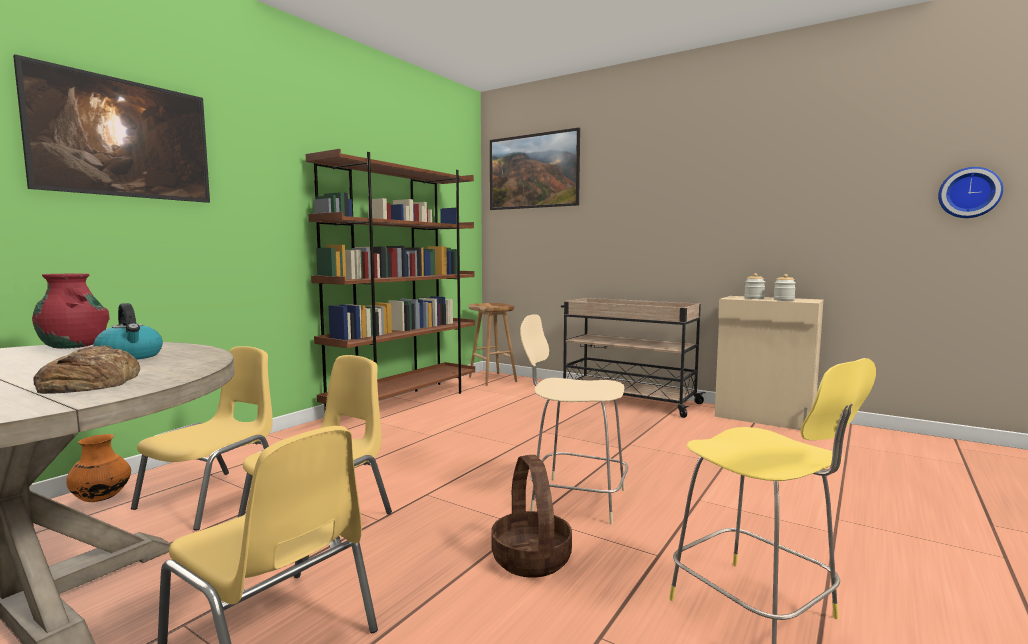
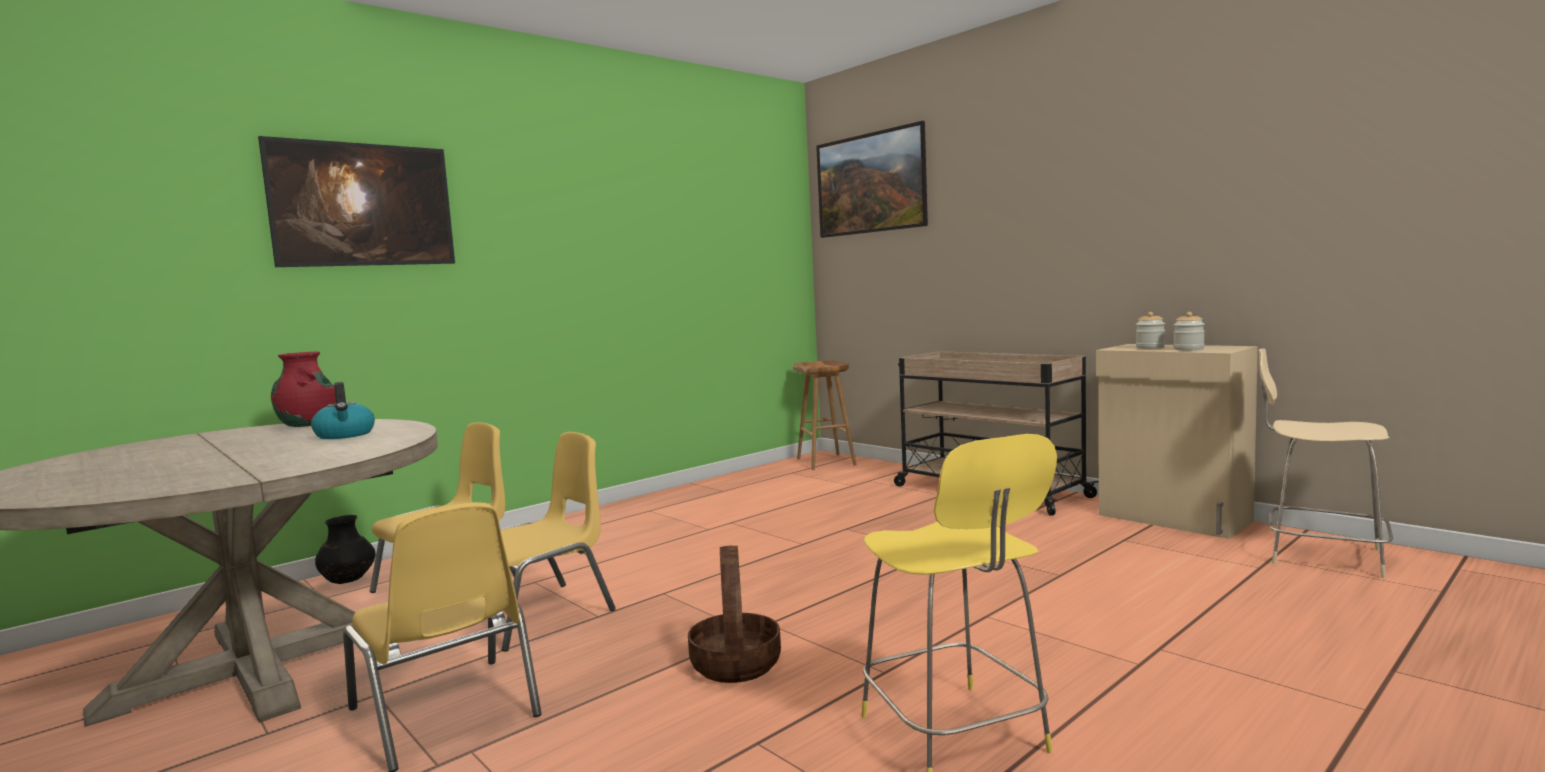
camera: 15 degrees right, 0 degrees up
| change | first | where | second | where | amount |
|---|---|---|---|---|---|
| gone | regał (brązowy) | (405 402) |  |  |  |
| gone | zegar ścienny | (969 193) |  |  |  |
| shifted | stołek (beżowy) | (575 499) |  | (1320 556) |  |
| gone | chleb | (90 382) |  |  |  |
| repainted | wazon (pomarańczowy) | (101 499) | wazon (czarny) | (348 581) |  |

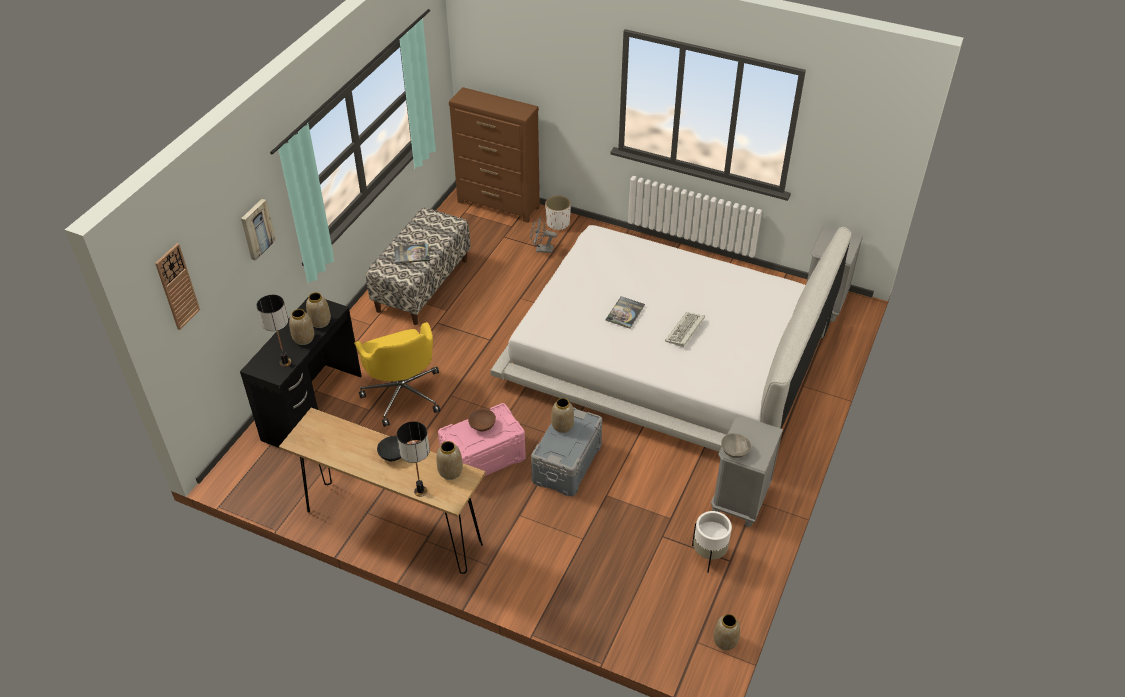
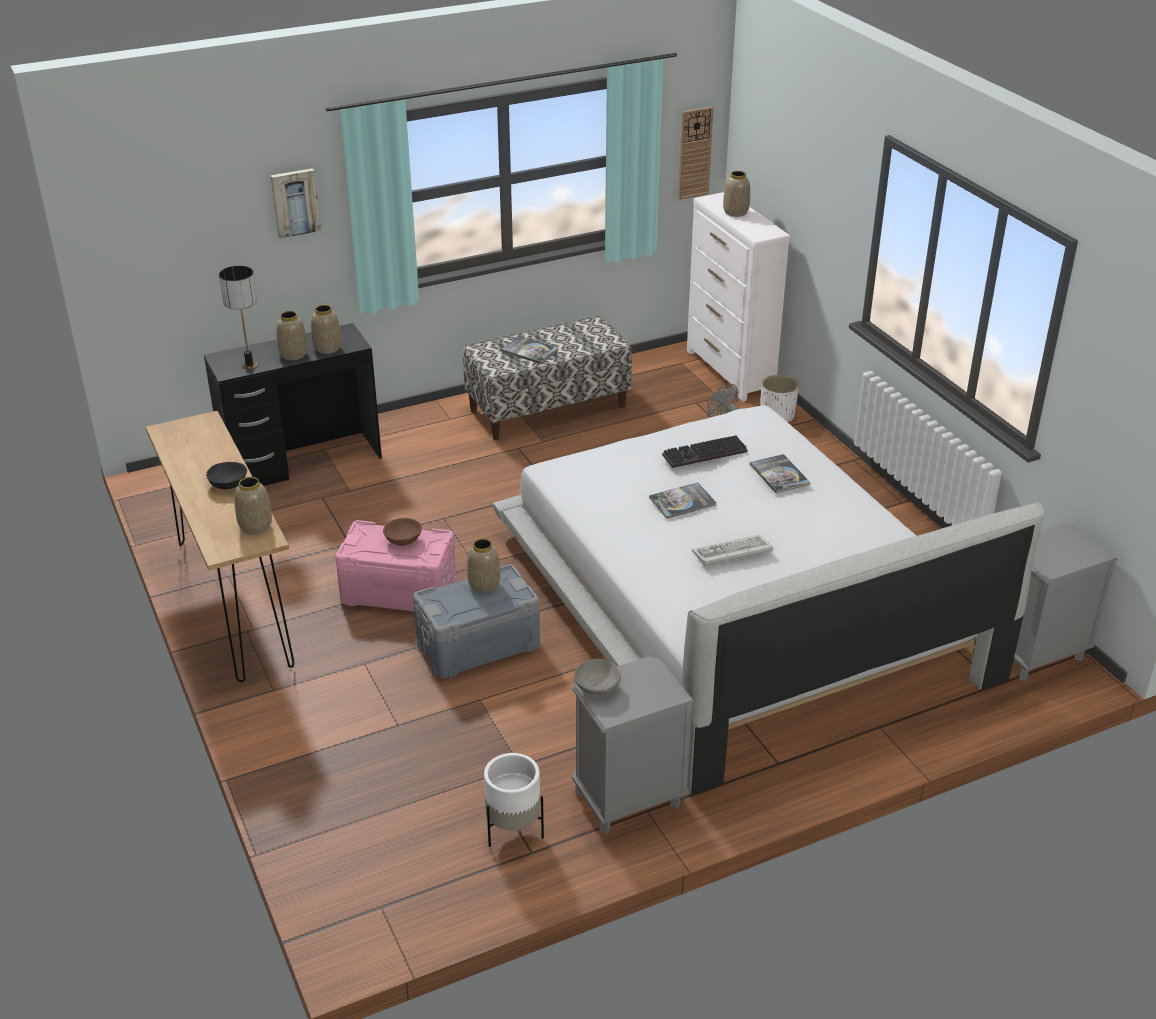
camera: 40 degrees right, 10 degrees down
| change | first | where | second | where | amount |
|---|---|---|---|---|---|
| repainted | komoda (brązowy) | (499 205) | komoda (biały) | (730 372) |  |
| shifted | zegar ścienny | (177 287) |  | (694 153) |  |
| gone | krzesło biurowe (żółty) | (403 393) |  |  |  |
| gone | lampa stołowa | (420 491) |  |  |  |
| shifted | wazon | (725 641) |  | (736 212) |  |
| new |  |  | klawiatura | (704 455) |  |
| new |  |  | książka | (779 474) |  |

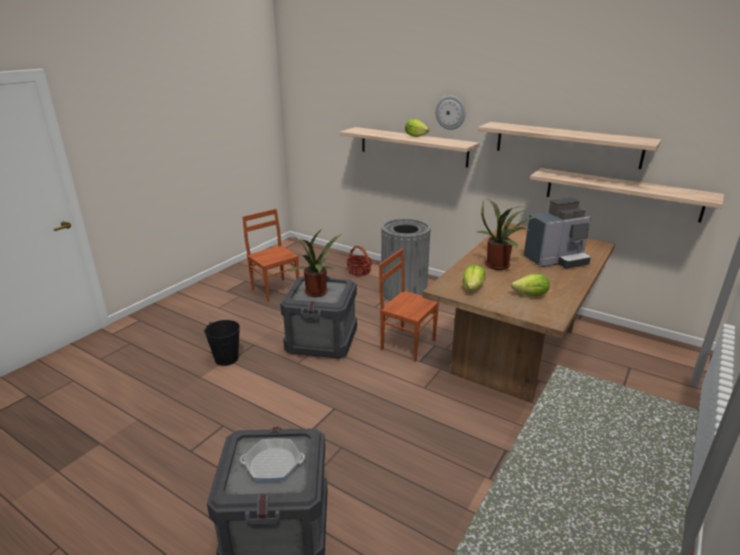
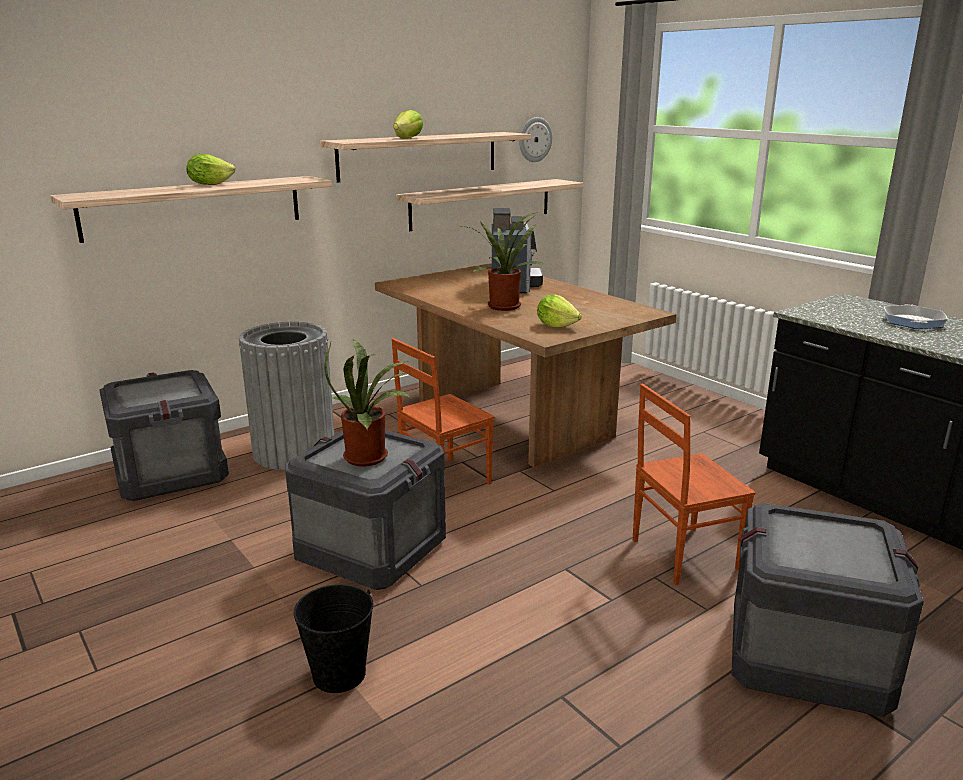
camera: 70 degrees left, 5 degrees down
| change | first | where | second | where | amount |
|---|---|---|---|---|---|
| shifted | zegar ścienny | (450 112) |  | (534 139) |  |
| shifted | krzesło (brązowy) | (276 289) |  | (682 554) |  |
| swapped | koszyk | (359 271) | skrzynka | (172 473) |  |
| shifted | sałata | (531 295) |  | (408 138) |  |
| shifted | patelnia | (273 464) |  | (913 321) |  |

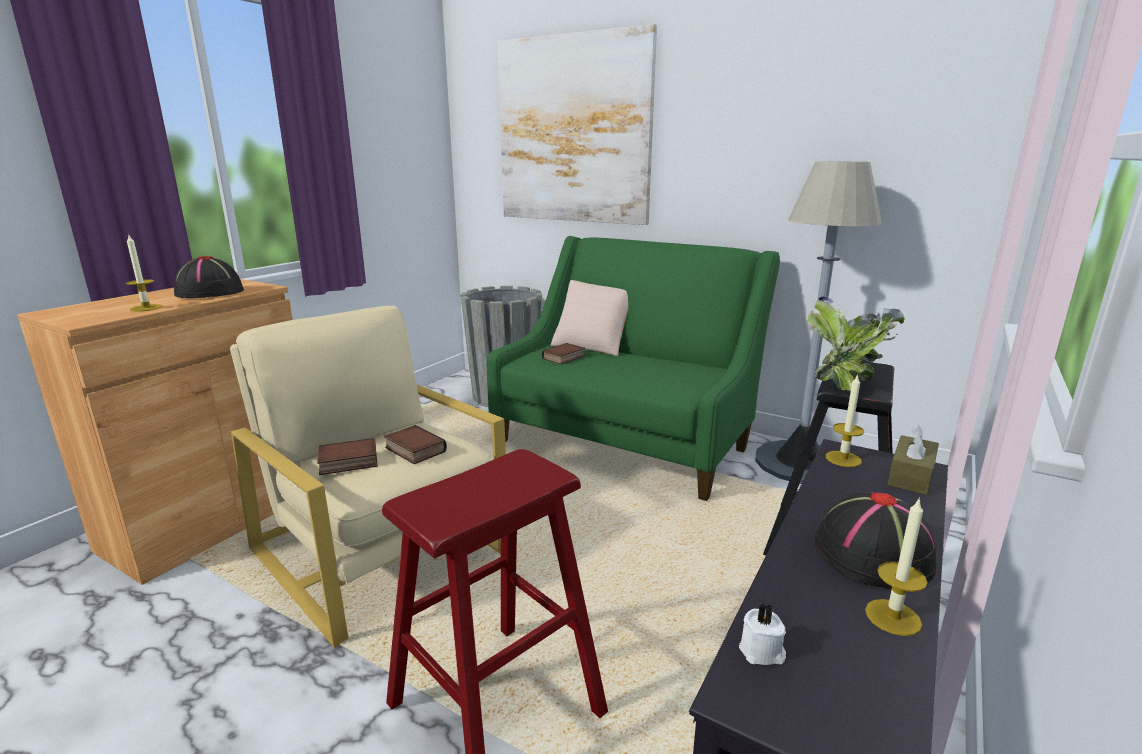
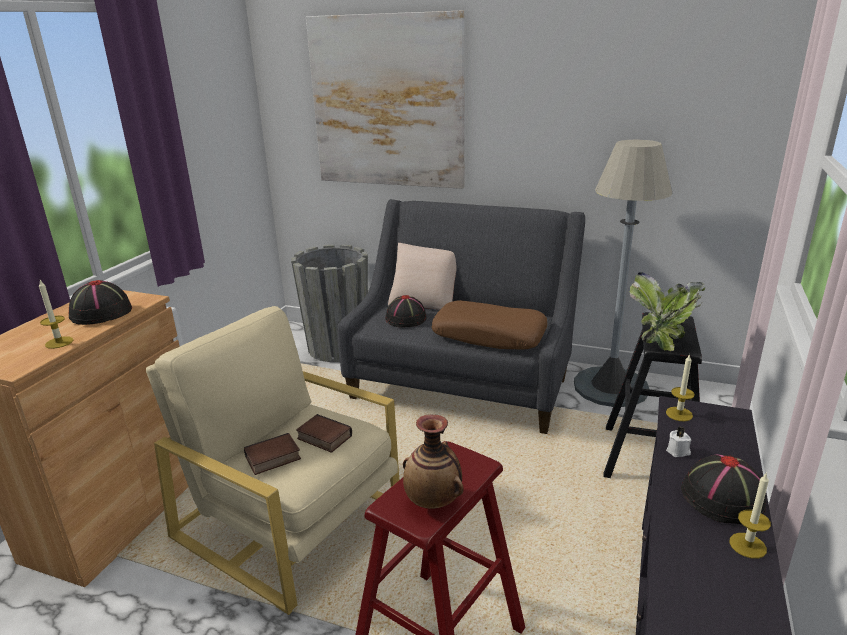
camera: 10 degrees left, 5 degrees up
| change | first | where | second | where | amount |
|---|---|---|---|---|---|
| repainted | kanapa (zielony) | (626 441) | kanapa (szary) | (462 383) |  |
| swapped | książka | (564 358) | kapelusz (czarny) | (406 319) |  |
| gone | pudełko chusteczek (brązowy) | (911 476) |  |  |  |
| shifted | świeca (biały) | (762 652) |  | (678 451) |  |
| new |  |  | poduszka (brązowy) | (489 335) |  |
| new |  |  | wazon | (433 501) |  |

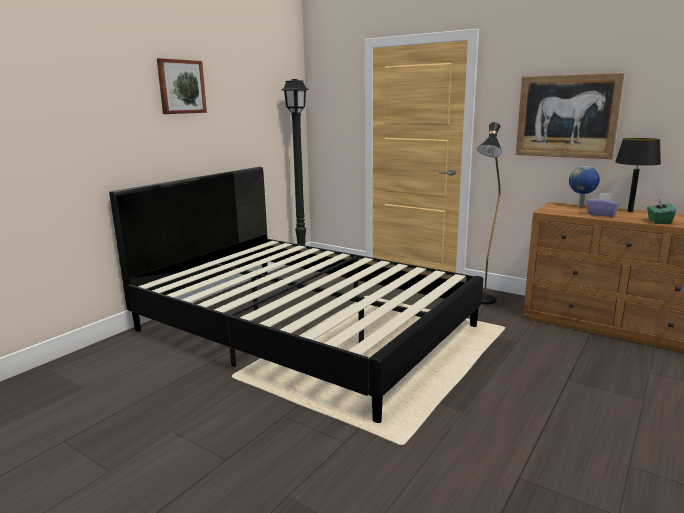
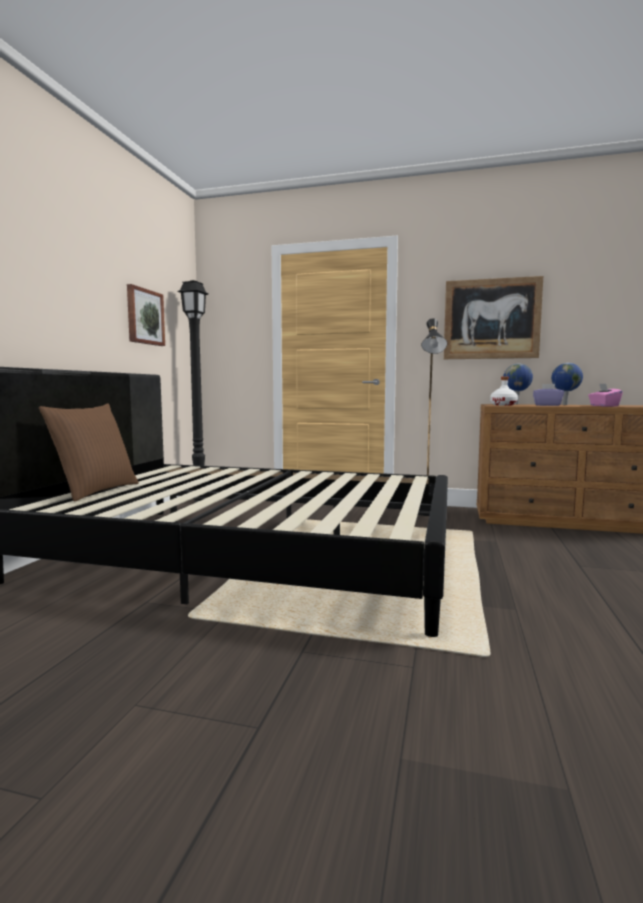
camera: 20 degrees left, 10 degrees down
| change | first | where | second | where | amount |
|---|---|---|---|---|---|
| shifted | obraz | (181 87) |  | (144 317) |  |
| swapped | lampa stołowa (czarny) | (629 211) | globus | (564 404) |  |
| repainted | pudełko chusteczek (zielony) | (658 221) | pudełko chusteczek (różowy) | (603 406) |  |
| new |  |  | butelka (biały) | (503 405) |  |
| new |  |  | poduszka (brązowy) | (95 491) |  |

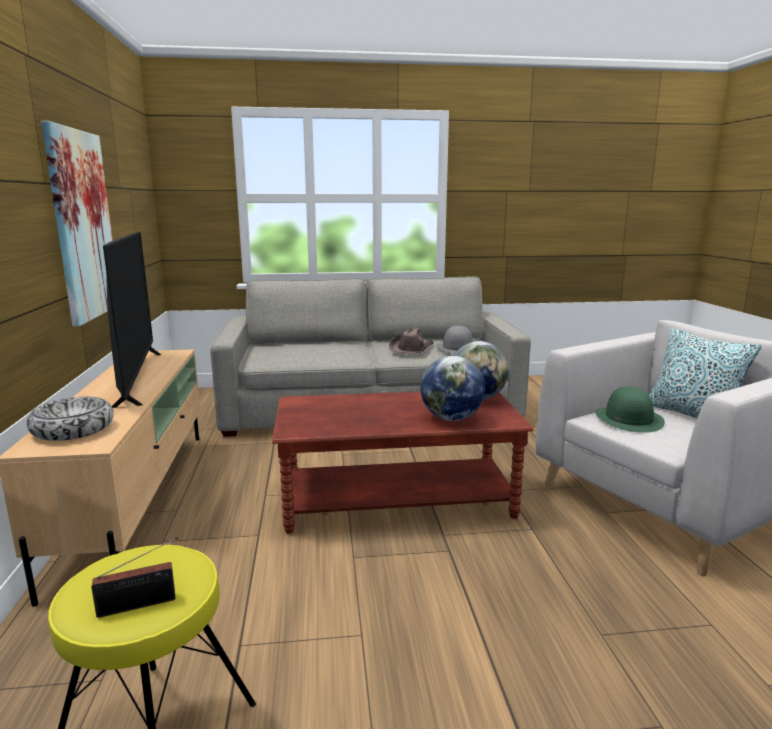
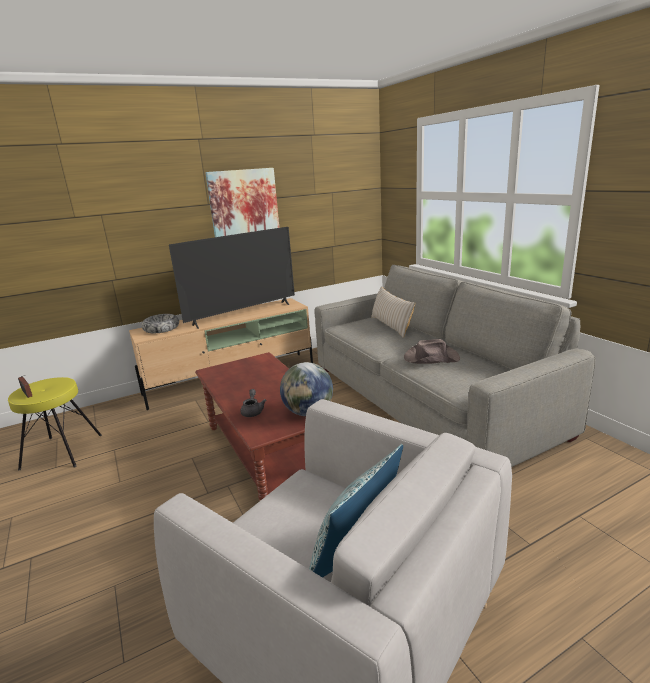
camera: 70 degrees right, 5 degrees up
| change | first | where | second | where | amount |
|---|---|---|---|---|---|
| gone | kapelusz (szary) | (458 348) |  |  |  |
| swapped | globus | (451 418) | imbryk (szary) | (253 411) |  |
| gone | kapelusz (zielony) | (628 419) |  |  |  |
| new |  |  | poduszka (beżowy) | (391 326) |  |

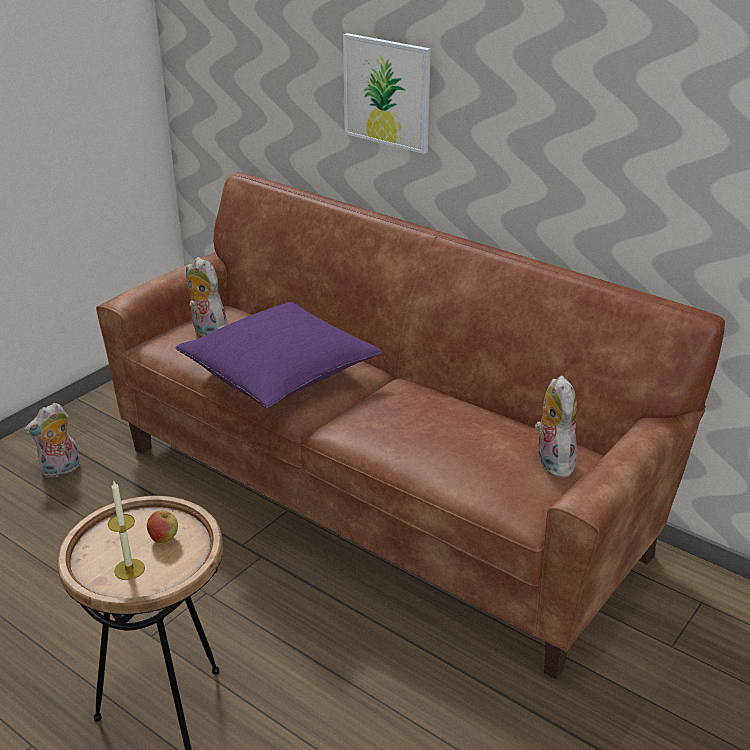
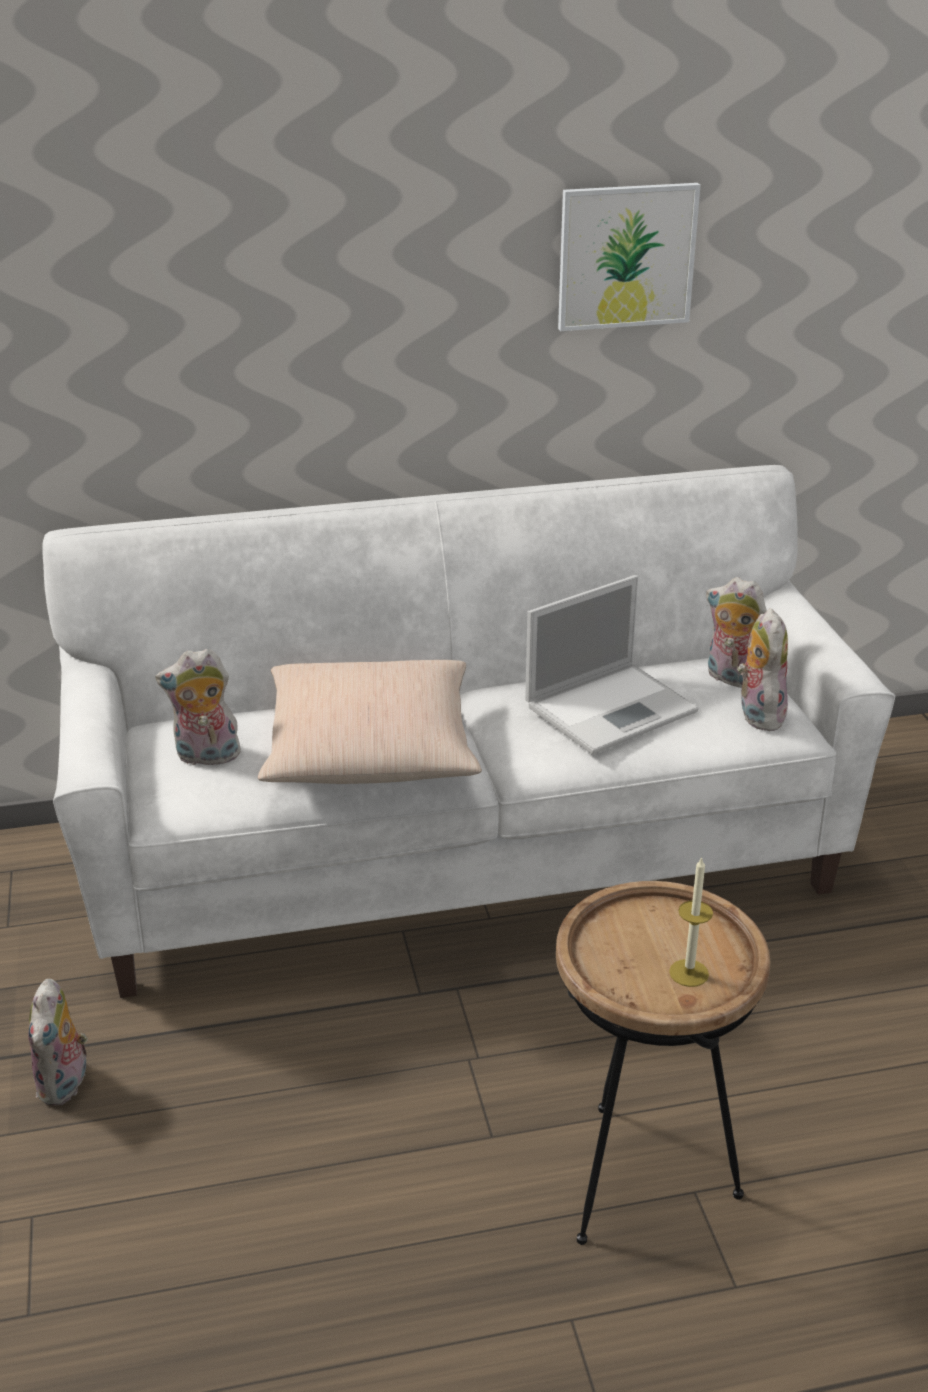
camera: 50 degrees left, 0 degrees up
| change | first | where | second | where | amount |
|---|---|---|---|---|---|
| shifted | obraz | (387 92) |  | (626 256) |  |
| repainted | kanapa (brązowy) | (376 498) | kanapa (biały) | (462 861) |  |
| repainted | poduszka (fioletowy) | (280 372) | poduszka (beżowy) | (370 748) |  |
| gone | jabłko | (164 539) |  |  |  |
| new |  |  | laptop | (613 707) |  |
| new |  |  | pluszak | (757 714) |  |

